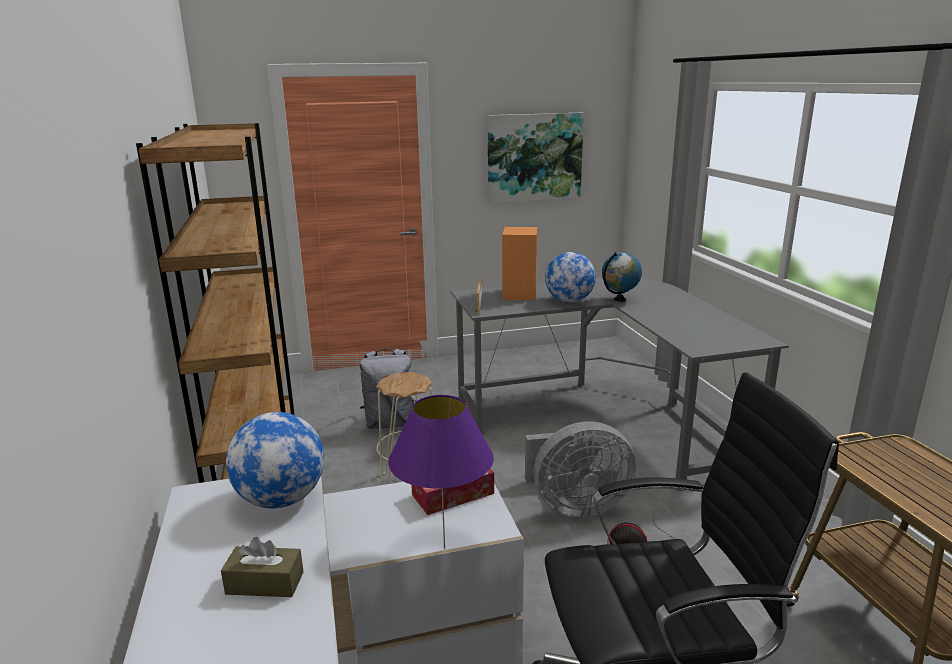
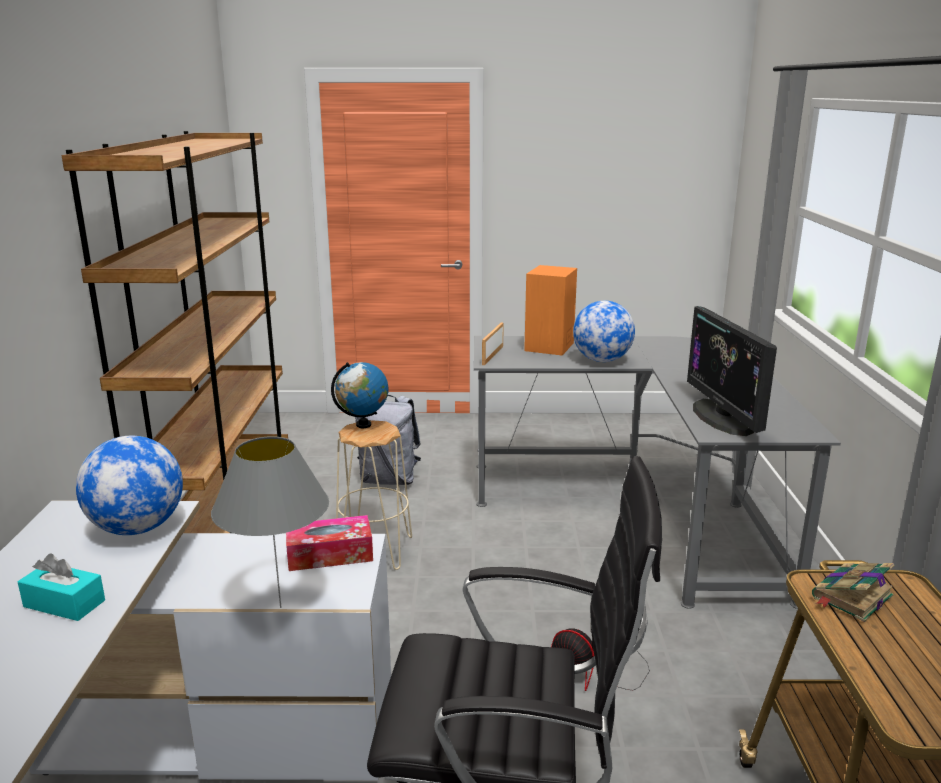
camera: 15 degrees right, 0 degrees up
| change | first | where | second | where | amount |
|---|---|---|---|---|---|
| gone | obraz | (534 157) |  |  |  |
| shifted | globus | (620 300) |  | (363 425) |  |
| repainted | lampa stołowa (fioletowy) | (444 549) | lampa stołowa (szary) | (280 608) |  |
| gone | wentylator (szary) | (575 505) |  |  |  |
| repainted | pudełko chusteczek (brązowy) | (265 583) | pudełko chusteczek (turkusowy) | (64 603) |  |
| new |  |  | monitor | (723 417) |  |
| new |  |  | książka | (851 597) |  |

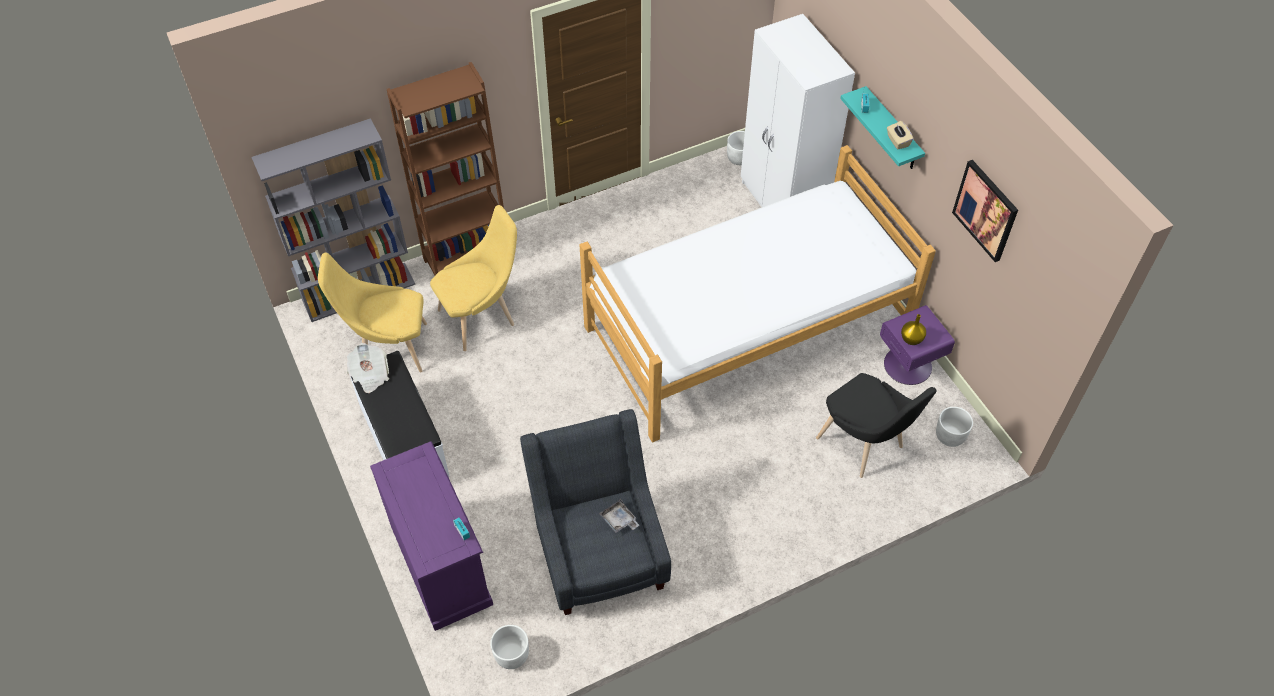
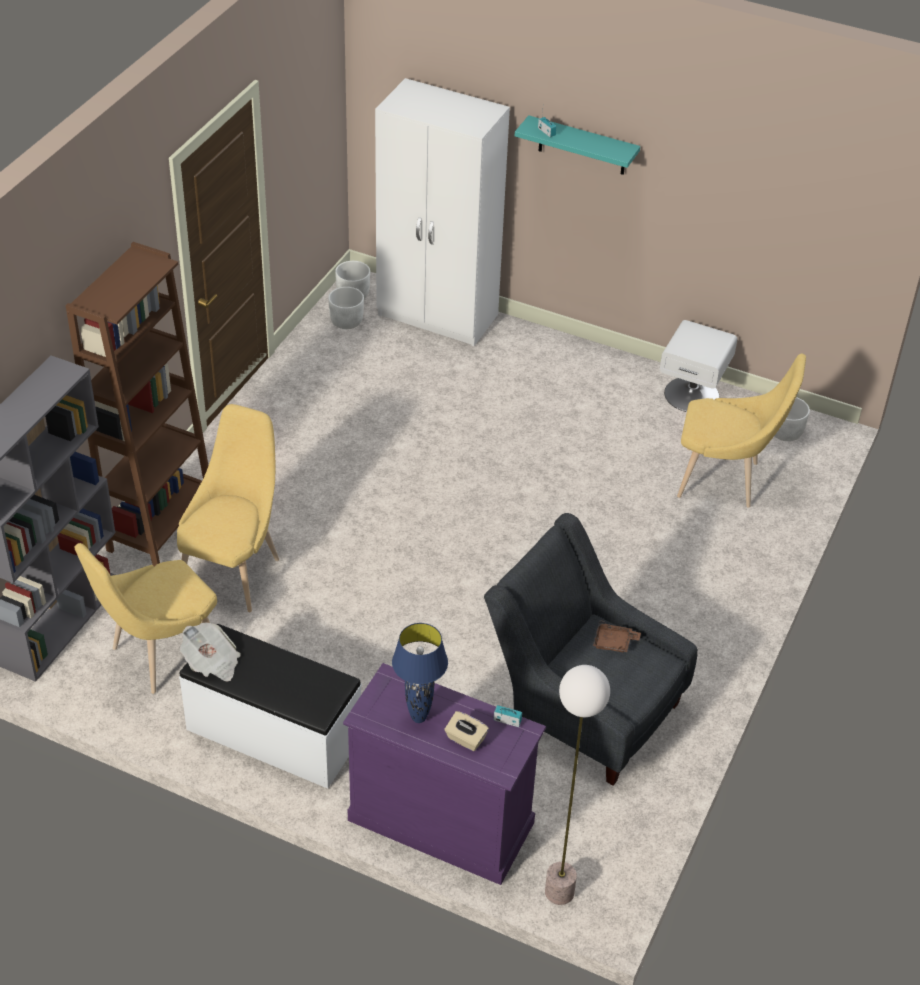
camera: 40 degrees left, 10 degrees down
| change | first | where | second | where | amount |
|---|---|---|---|---|---|
| shifted | pudełko chusteczek (beżowy) | (897 141) |  | (465 739) |  |
| gone | łóżko | (748 330) |  |  |  |
| gone | obraz | (986 210) |  |  |  |
| repainted | szafka nocna (fioletowy) | (908 365) | szafka nocna (biały) | (692 394) |  |
| gone | wazon (żółty) | (911 339) |  |  |  |
| repainted | krzesło (czarny) | (864 446) | krzesło (żółty) | (725 480) |  |
| repainted | taca (szary) | (619 520) | taca (brązowy) | (614 643) |  |
| shifted | donica (biały) | (511 654) |  | (346 321) |  |
| new |  |  | lampa stołowa (niebieski) | (419 718) |  |
| new |  |  | lampa stojąca | (559 892) |  |

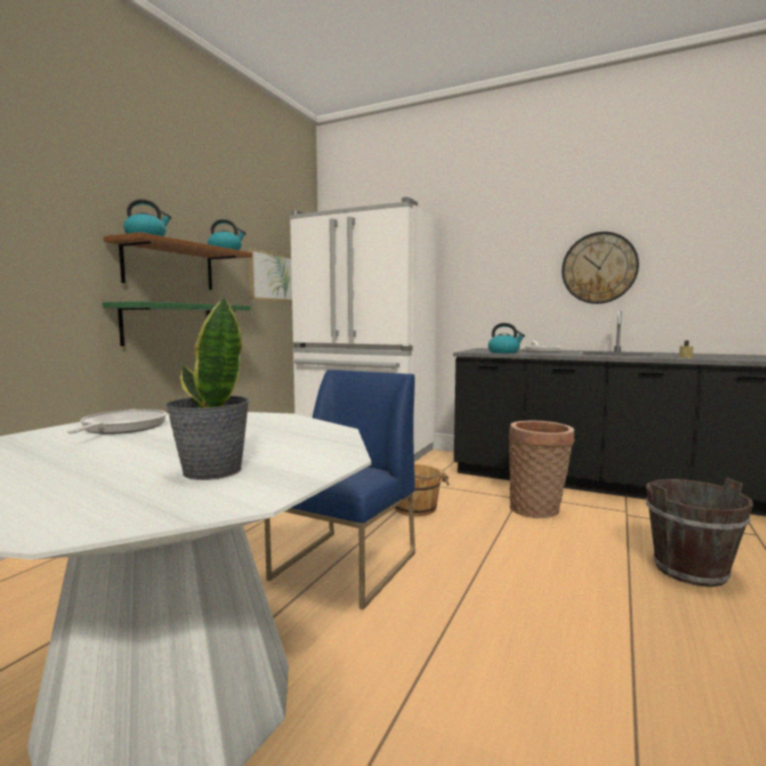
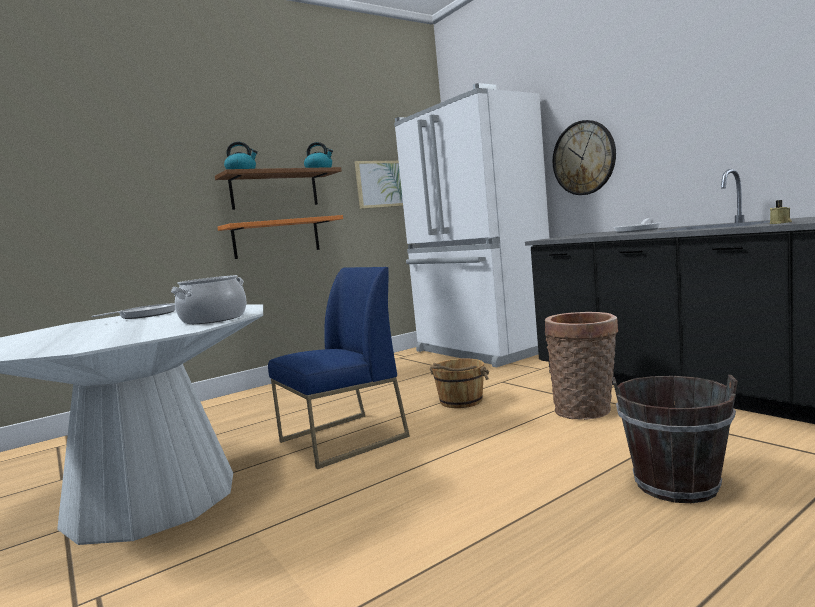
camera: 30 degrees right, 0 degrees up
| change | first | where | second | where | amount |
|---|---|---|---|---|---|
| shifted | zegar ścienny | (599 268) |  | (583 158) |  |
| gone | roślina doniczkowa | (211 471) |  |  |  |
| repainted | półka (zielony) | (168 324) | półka (pomarańczowy) | (276 238) |  |
| gone | czajnik | (504 352) |  |  |  |
| new |  |  | garnek | (213 319) |  |

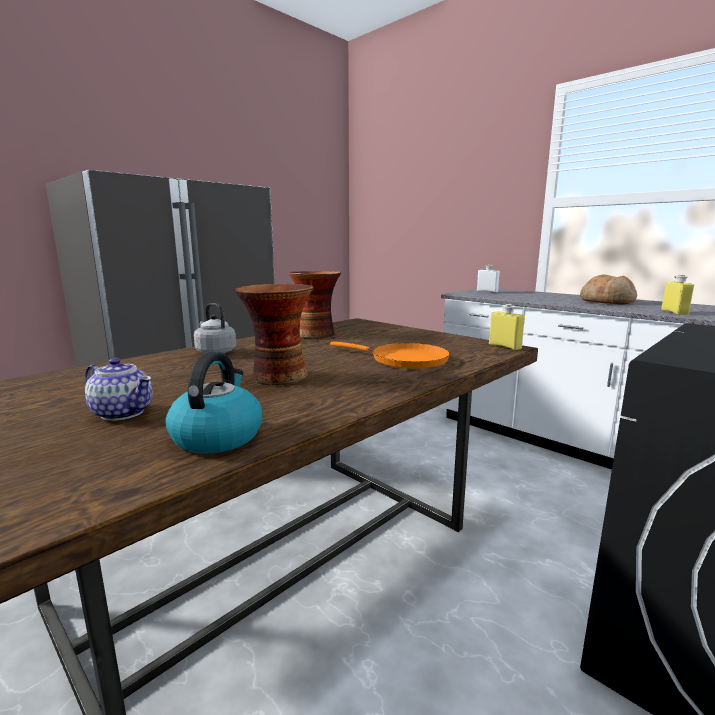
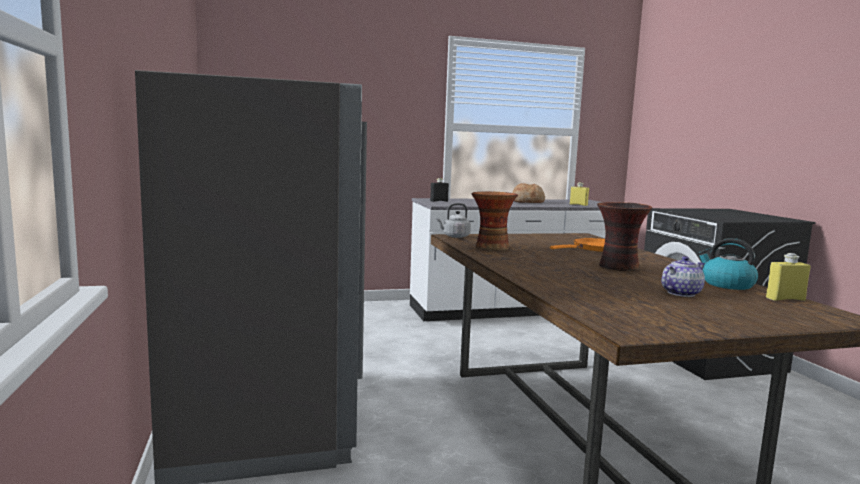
camera: 60 degrees left, 5 degrees down
| change | first | where | second | where | amount |
|---|---|---|---|---|---|
| repainted | butelka (biały) | (487 291) | butelka (czarny) | (439 201) |  |
| shifted | czajnik (szary) | (215 352) |  | (455 236) |  |
| shifted | butelka (żółty) | (504 346) |  | (785 299) |  |

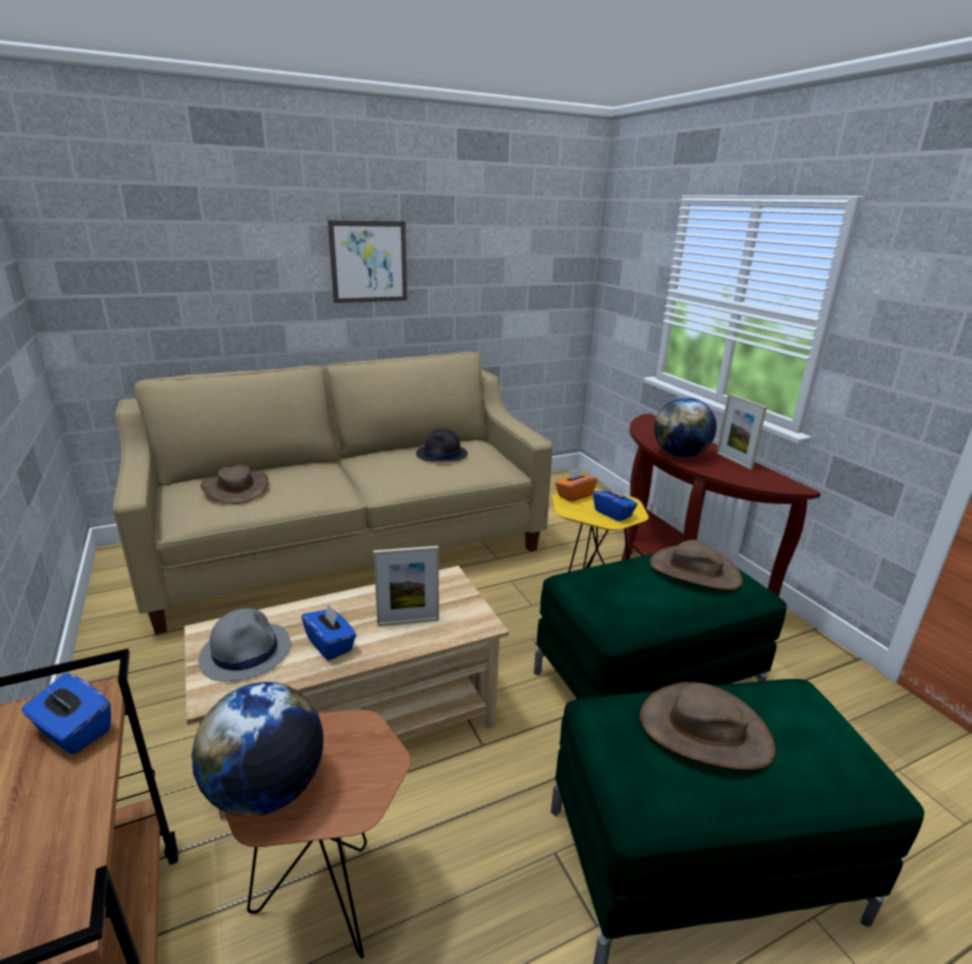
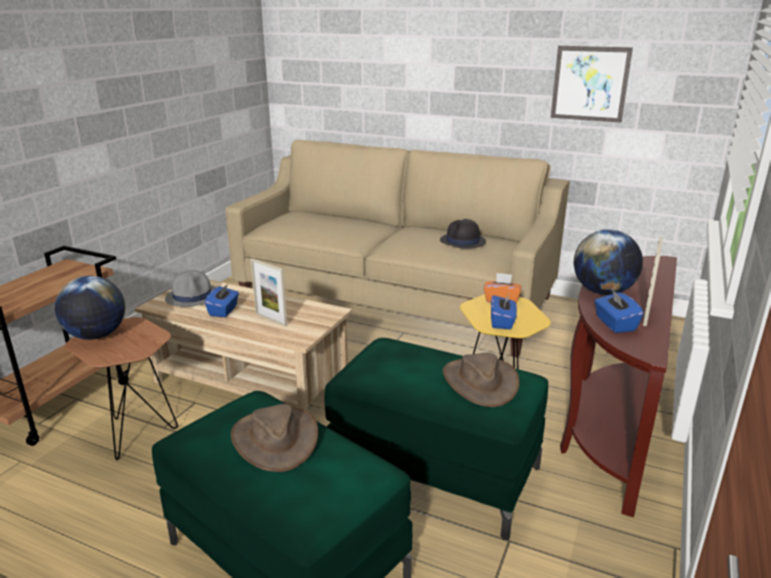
camera: 50 degrees right, 0 degrees up
| change | first | where | second | where | amount |
|---|---|---|---|---|---|
| shifted | obraz | (369 262) |  | (590 84) |  |
| gone | kapelusz (brązowy) | (236 488) |  |  |  |
| shifted | pudełko chusteczek (niebieski) | (73 731) |  | (615 324) |  |

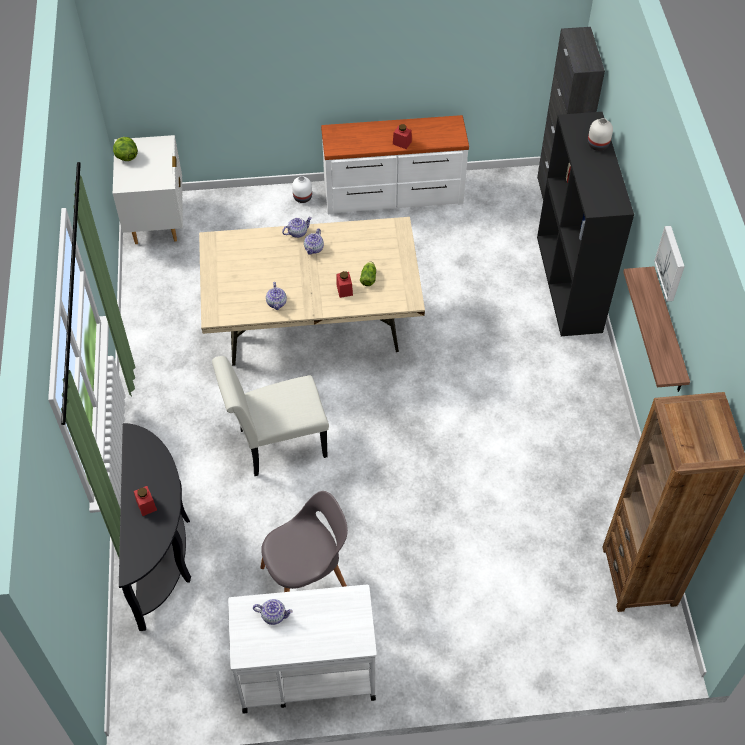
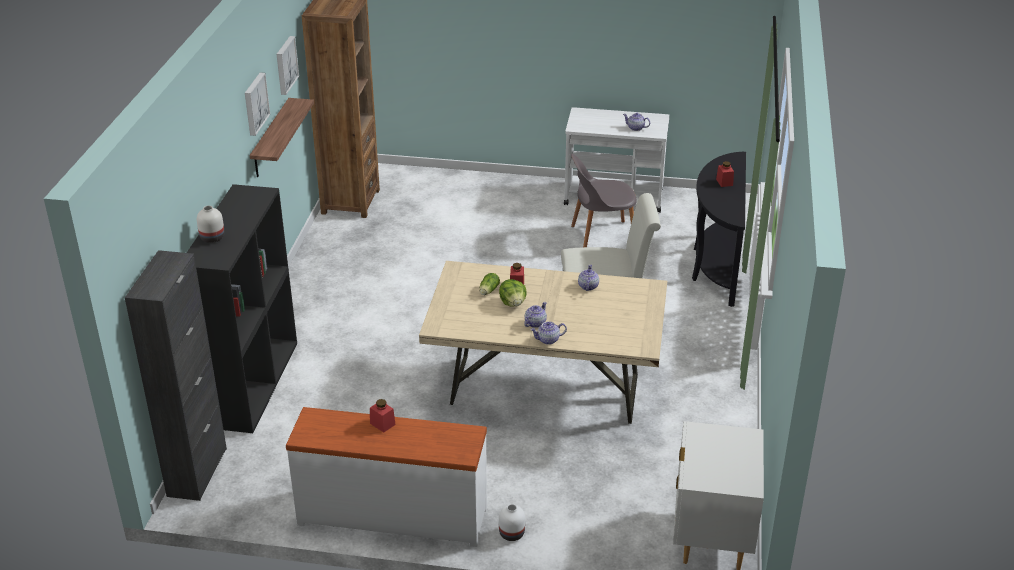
camera: 165 degrees left, 20 degrees down
| change | first | where | second | where | amount |
|---|---|---|---|---|---|
| shifted | sałata | (126 156) |  | (513 303) |  |
| new |  |  | obraz | (285 65) |  |

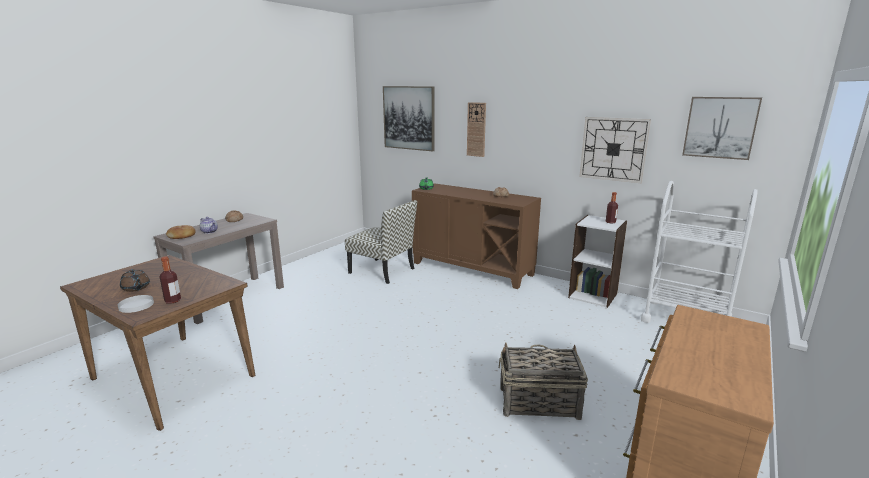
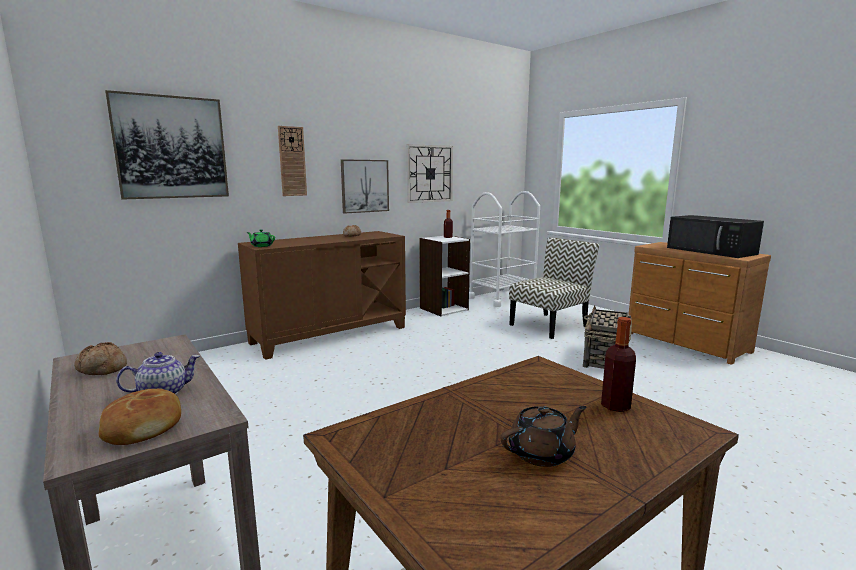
camera: 70 degrees left, 5 degrees down
| change | first | where | second | where | amount |
|---|---|---|---|---|---|
| shifted | obraz | (720 127) |  | (364 186) |  |
| shifted | krzesło | (383 271) |  | (549 325) |  |
| gone | talerz (biały) | (136 305) |  |  |  |
| new |  |  | mikrofalówka (czarny) | (712 251) |  |

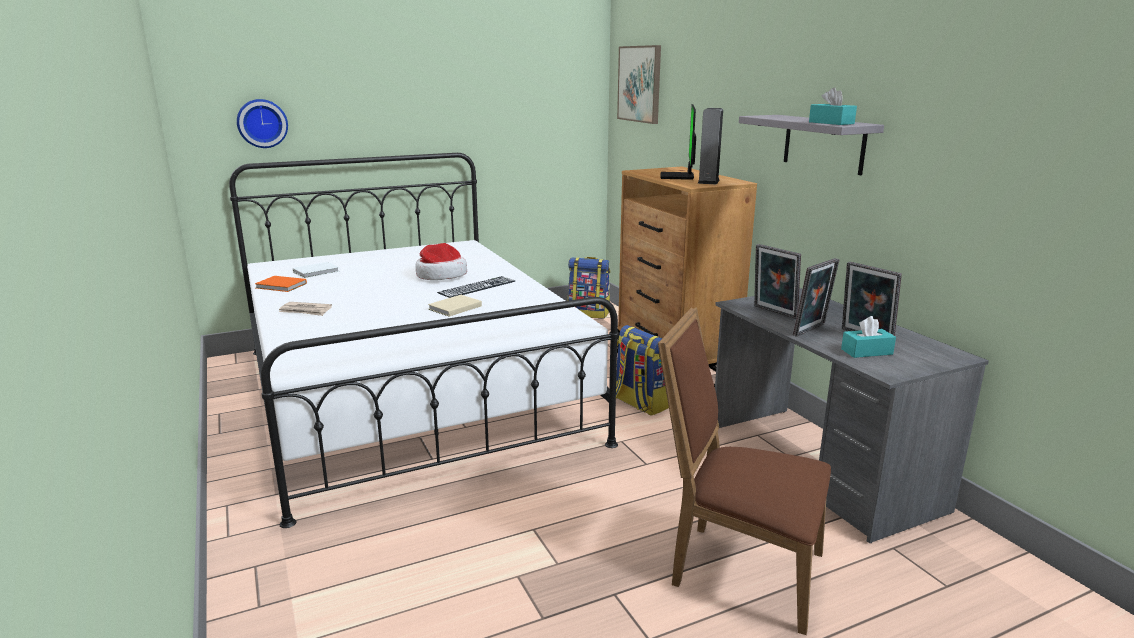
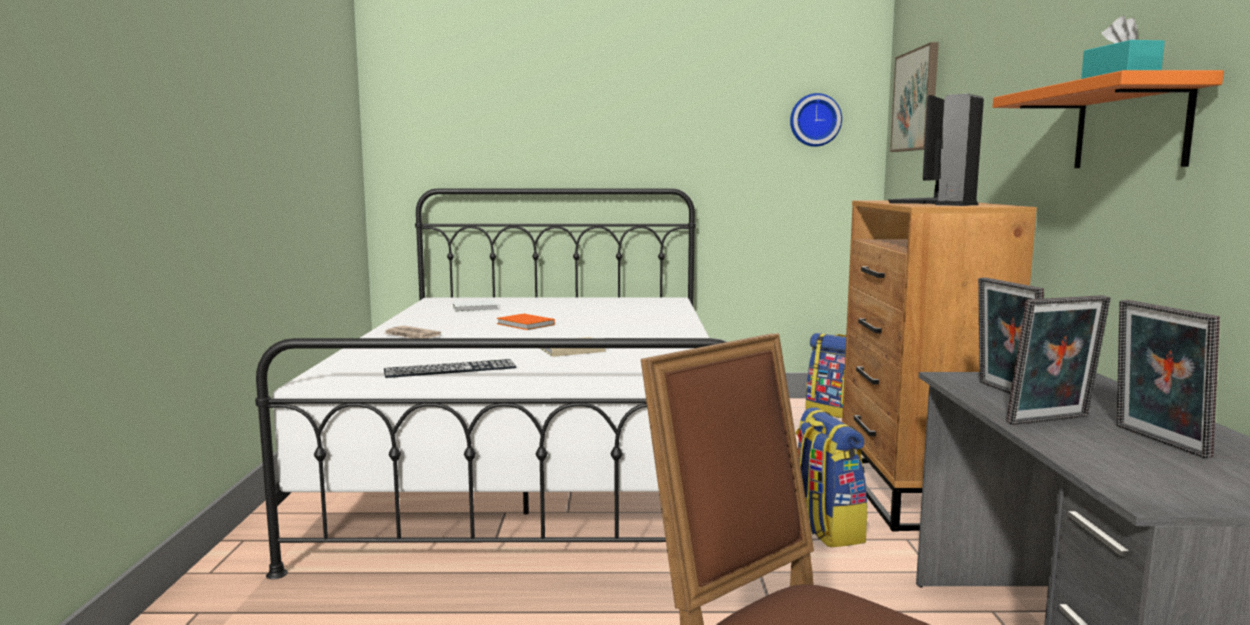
camera: 25 degrees right, 10 degrees down
| change | first | where | second | where | amount |
|---|---|---|---|---|---|
| shifted | zegar ścienny | (262 123) |  | (814 120) |  |
| repainted | półka (szary) | (823 143) | półka (pomarańczowy) | (1130 127) |  |
| gone | kapelusz | (440 275) |  |  |  |
| shifted | książka (pomarańczowy) | (281 286) |  | (525 324) |  |
| shifted | klawiatura | (477 287) |  | (450 369) |  |
| gone | pudełko chusteczek (turkusowy) | (866 352) |  |  |  |

